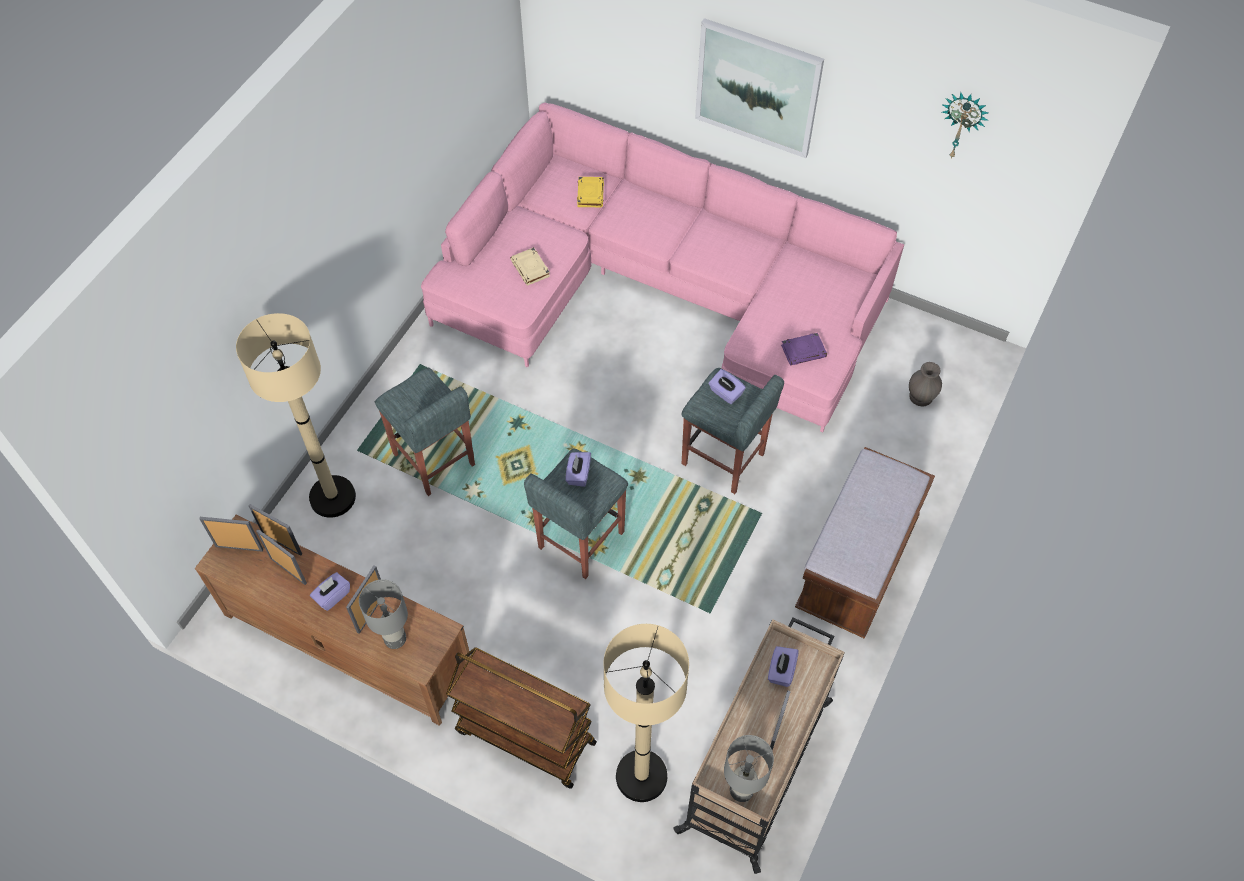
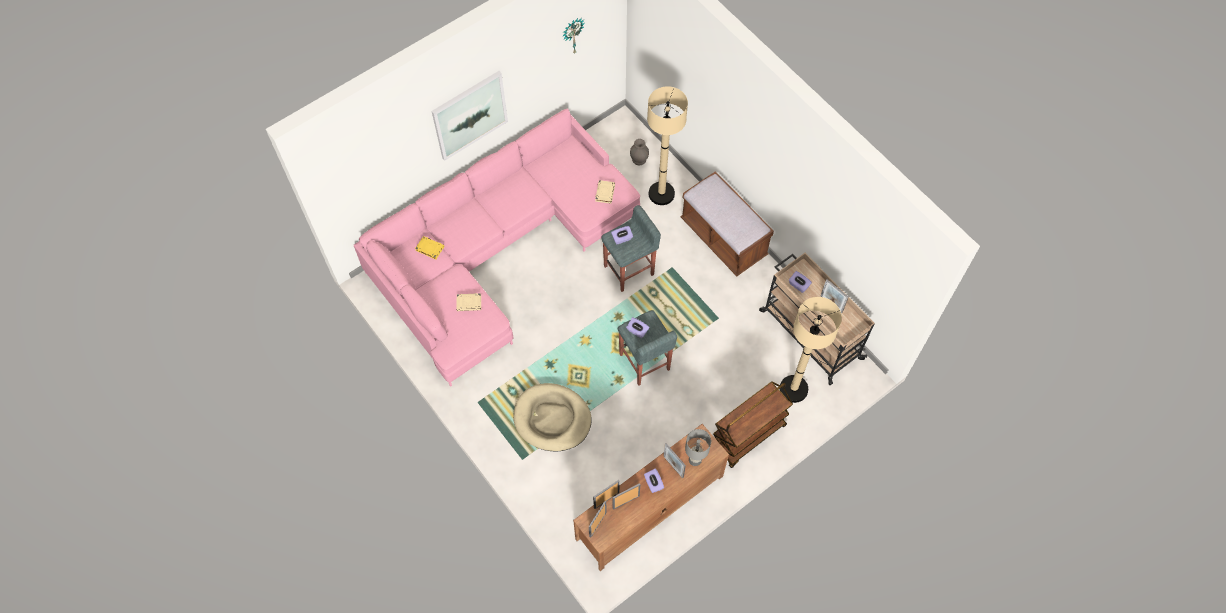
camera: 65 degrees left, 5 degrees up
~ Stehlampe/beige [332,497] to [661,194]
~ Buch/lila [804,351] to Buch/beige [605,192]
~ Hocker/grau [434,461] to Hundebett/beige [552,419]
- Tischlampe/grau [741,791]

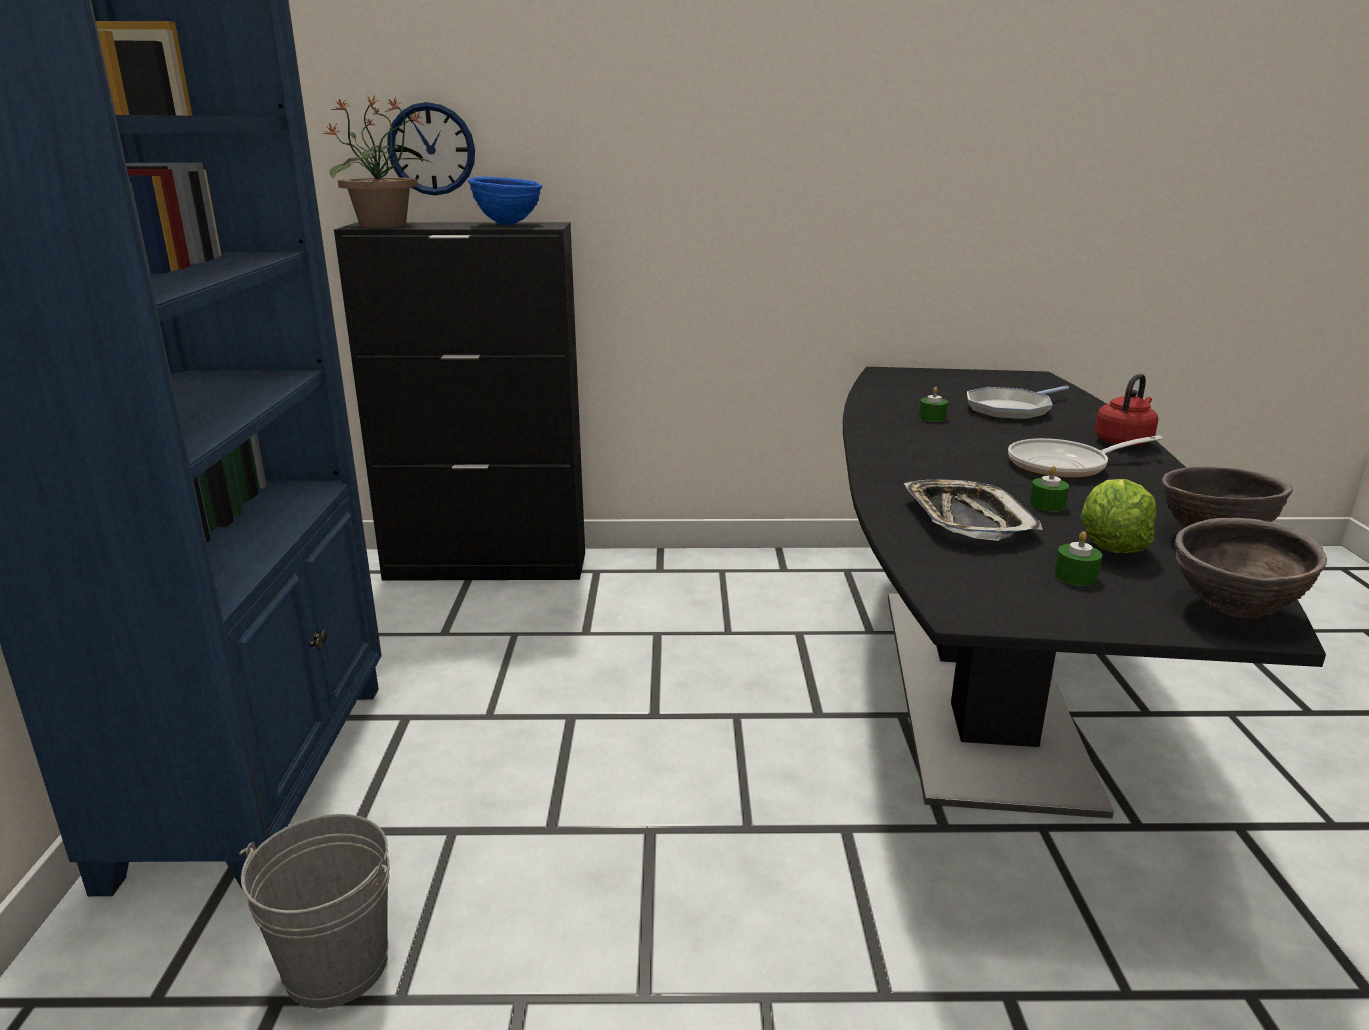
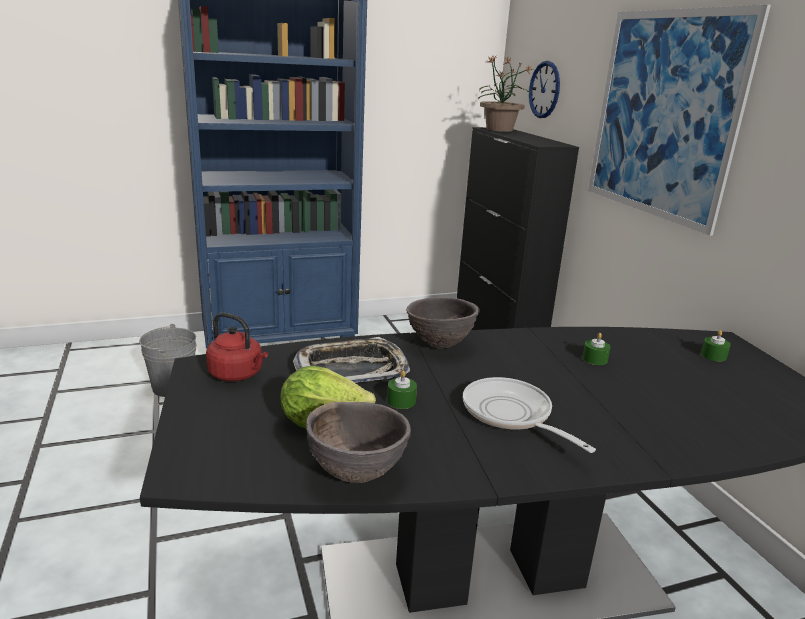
camera: 70 degrees right, 0 degrees up
- Schüssel/blau [508,224]
~ Wasserkessel/rot [1124,441] to [238,374]
- Pfanne [1011,409]
~ Schüssel/braun [1232,612] to [439,345]
~ Kerze/grün [1075,576] to [713,356]
+ Bild [663,115]

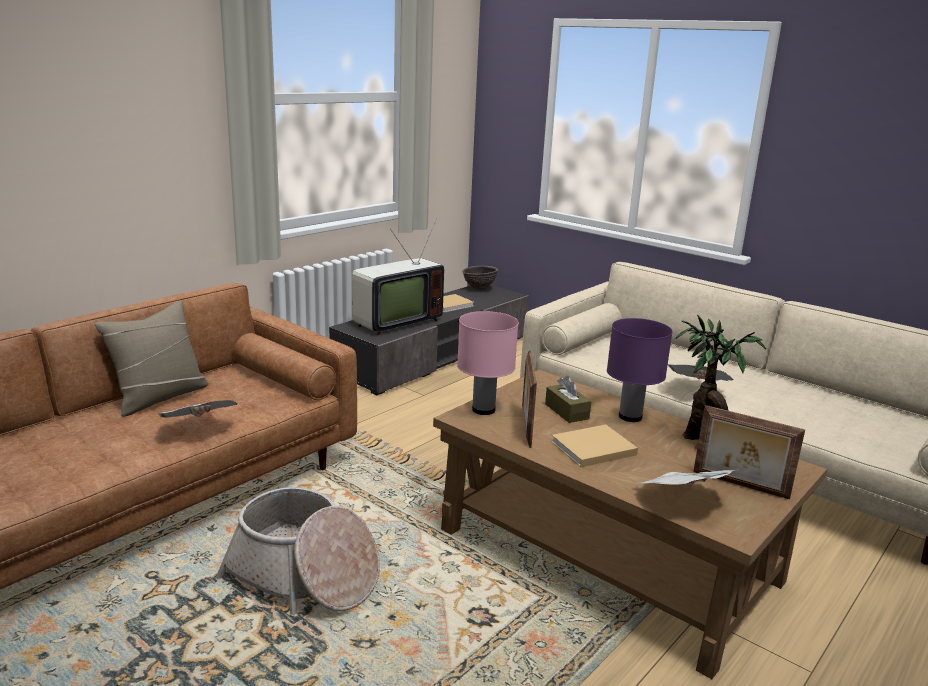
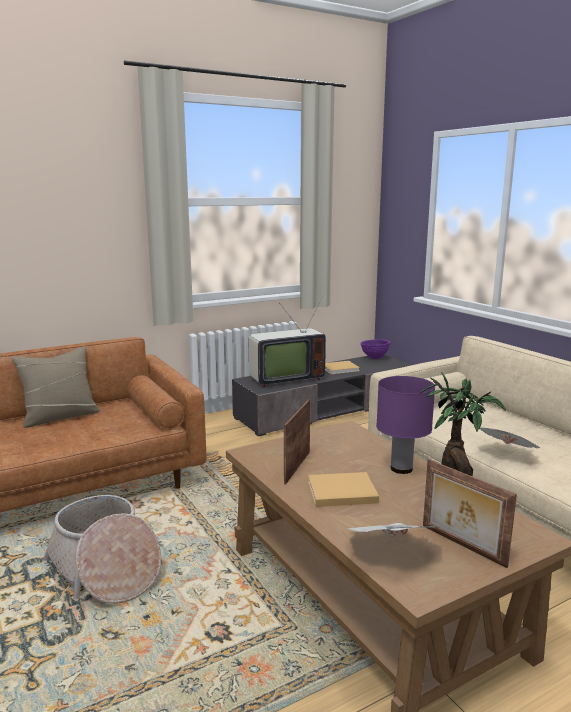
camera: 20 degrees right, 5 degrees down
~ Schüssel/braun [479,289] to Schüssel/lila [374,358]
- Tischlampe/rosa [483,410]
- Taschentuchbox/braun [566,411]
- Zeitung [199,428]

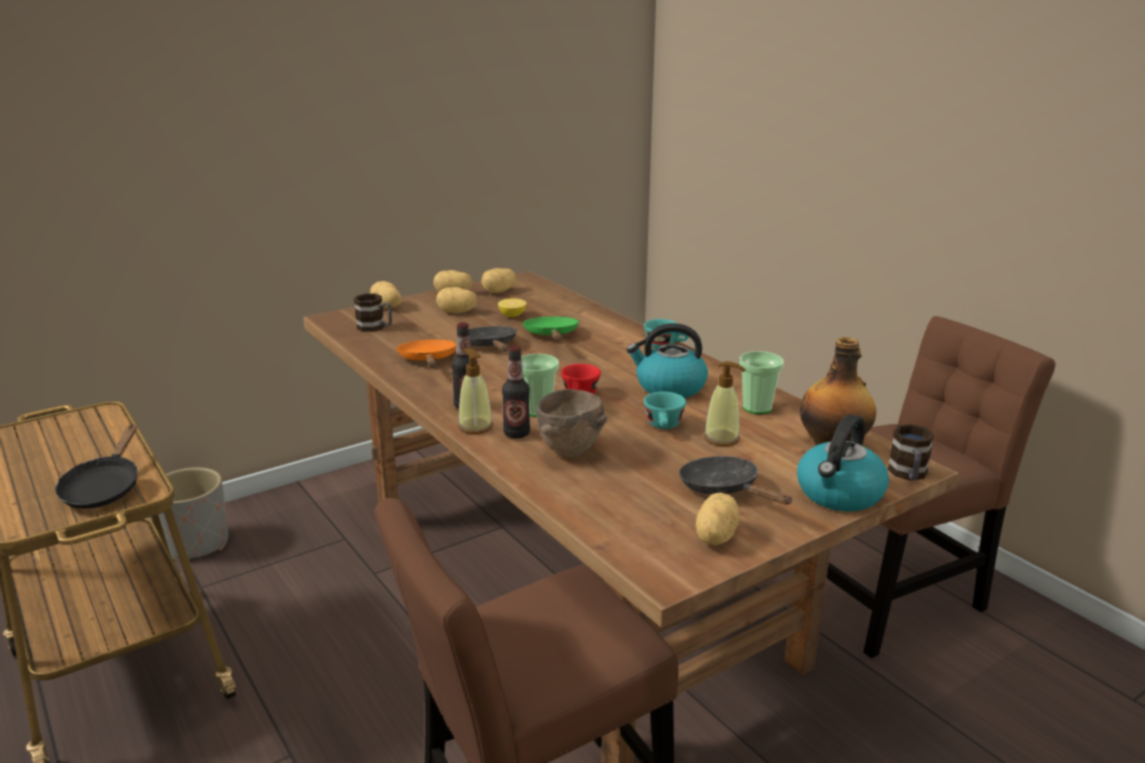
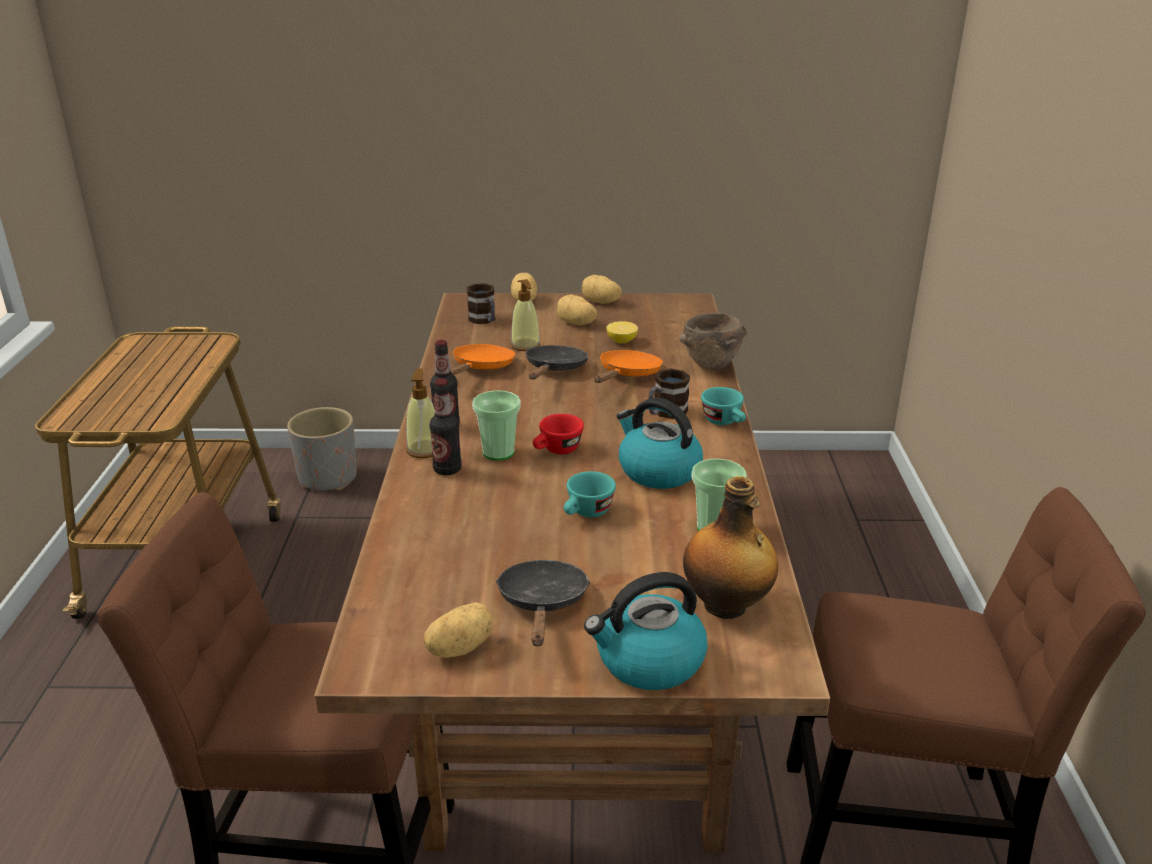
camera: 35 degrees right, 5 degrees up
- Kartoffel [499,292]
~ Pfanne/grün [552,335] to Pfanne/orange [627,374]
~ Seifenspender [722,439] to [525,346]
~ Schüssel/braun [570,452] to [711,366]
- Pfanne/schwarz [104,488]
~ Henkelbecher [908,475] to [665,413]

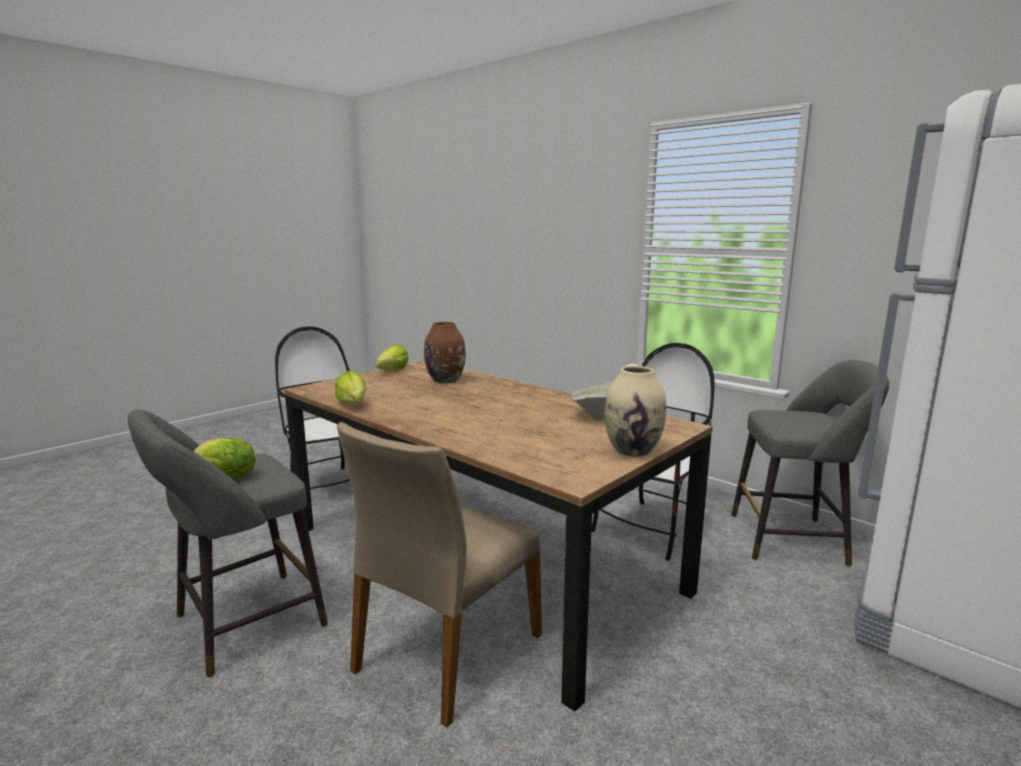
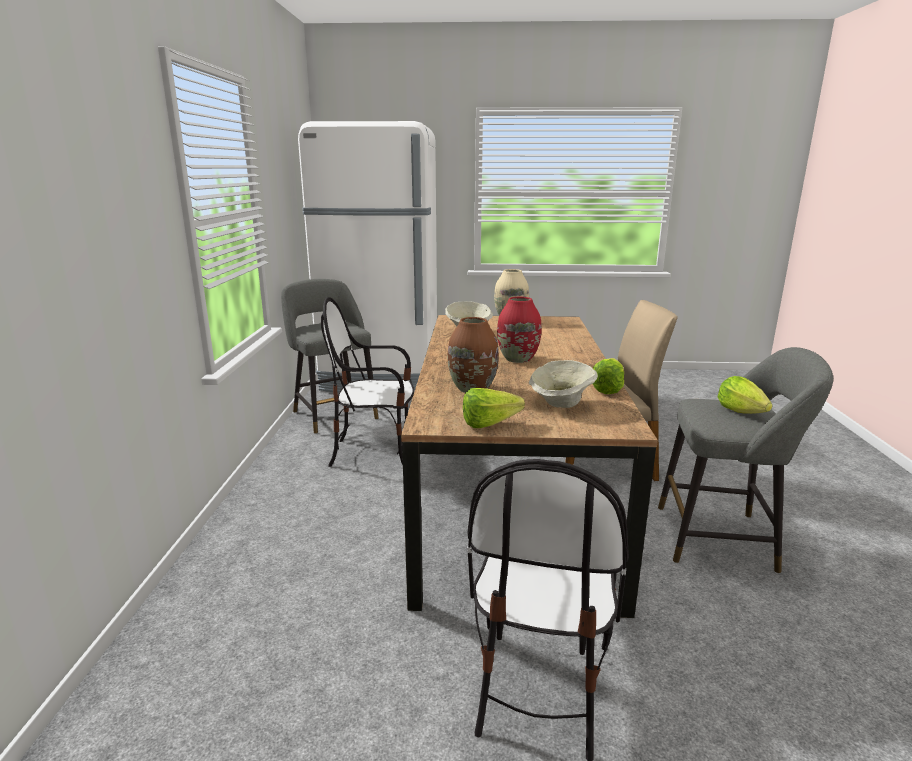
camera: 130 degrees left, 5 degrees up
+ Vase/rot [517,359]
+ Schüssel/beige [560,404]

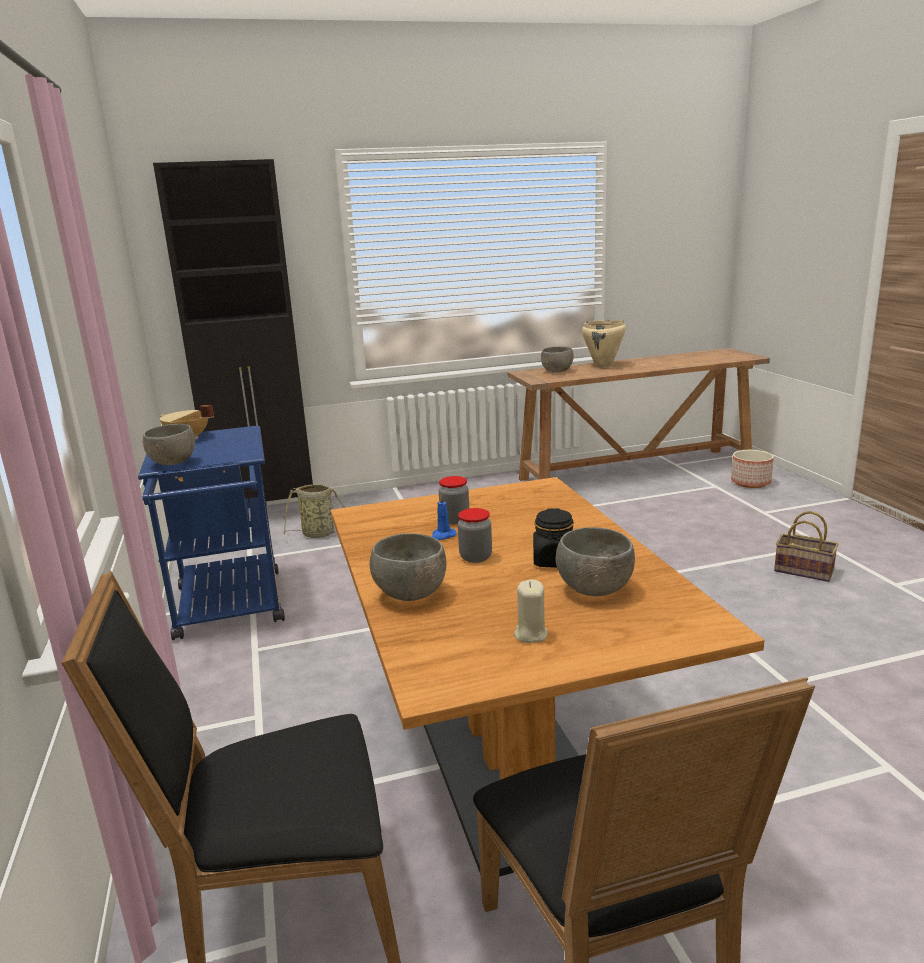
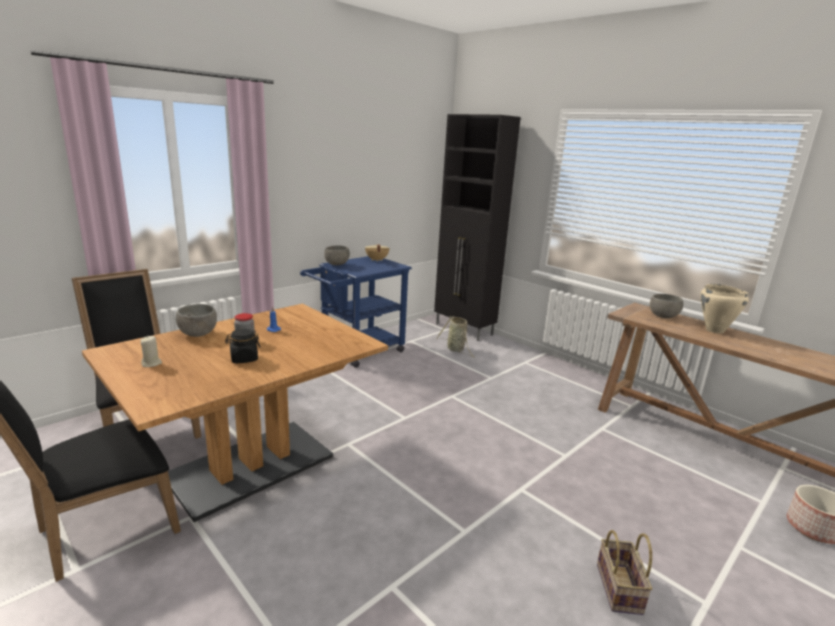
camera: 60 degrees right, 0 degrees up
- Vorratsglas [455,520]
- Schüssel/grau [594,590]

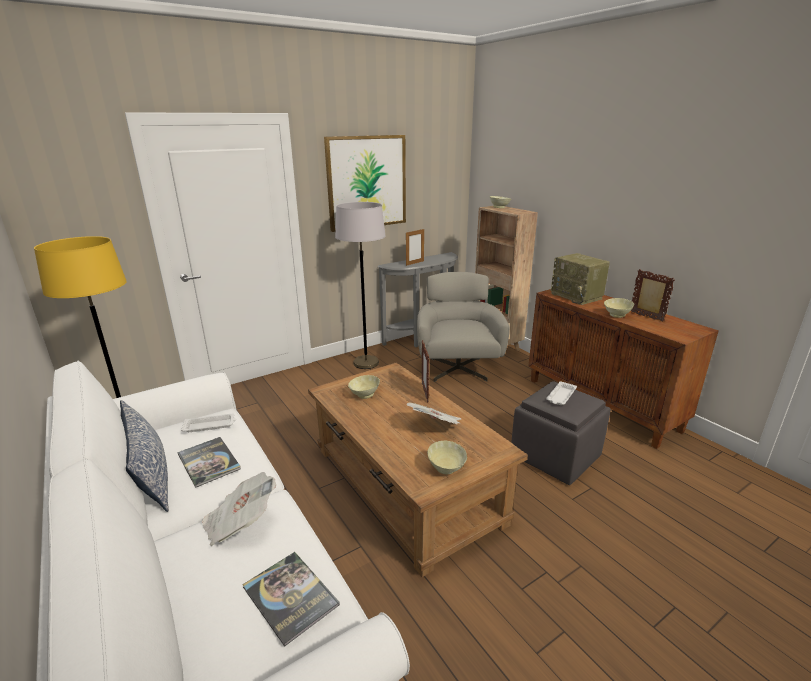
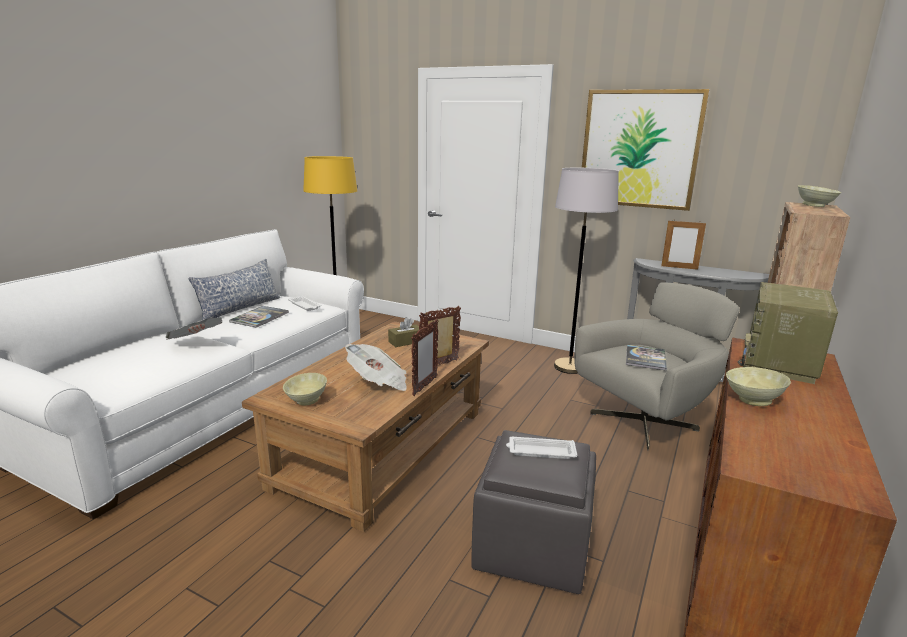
camera: 60 degrees right, 5 degrees down
~ Bilderrahmen [646,317] to [424,386]
~ Schüssel/beige [364,395] to Taschentuchbox/braun [406,342]
~ Buch [290,596] to [645,358]

